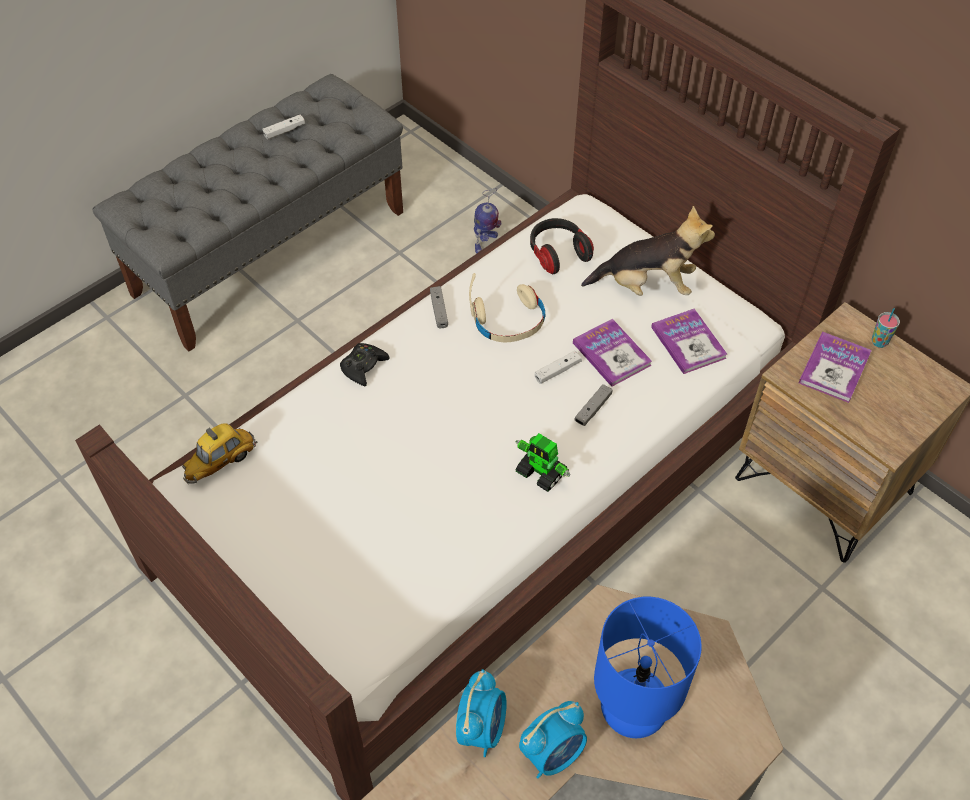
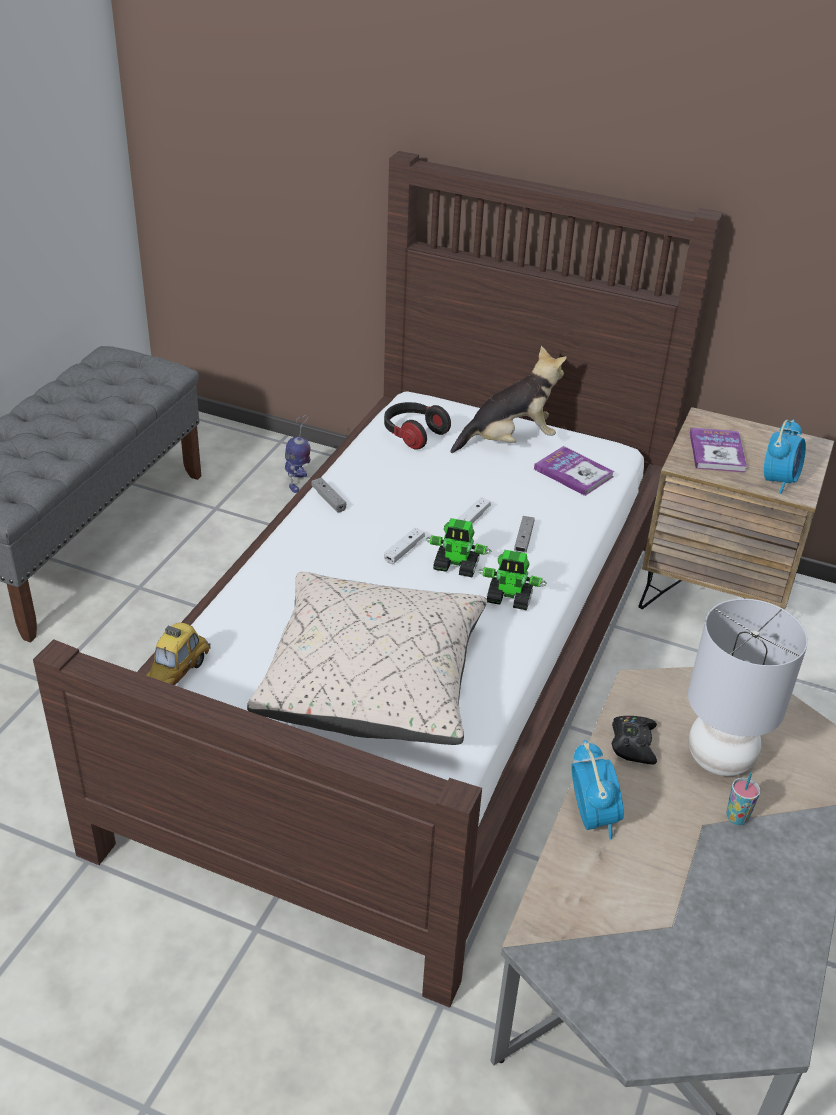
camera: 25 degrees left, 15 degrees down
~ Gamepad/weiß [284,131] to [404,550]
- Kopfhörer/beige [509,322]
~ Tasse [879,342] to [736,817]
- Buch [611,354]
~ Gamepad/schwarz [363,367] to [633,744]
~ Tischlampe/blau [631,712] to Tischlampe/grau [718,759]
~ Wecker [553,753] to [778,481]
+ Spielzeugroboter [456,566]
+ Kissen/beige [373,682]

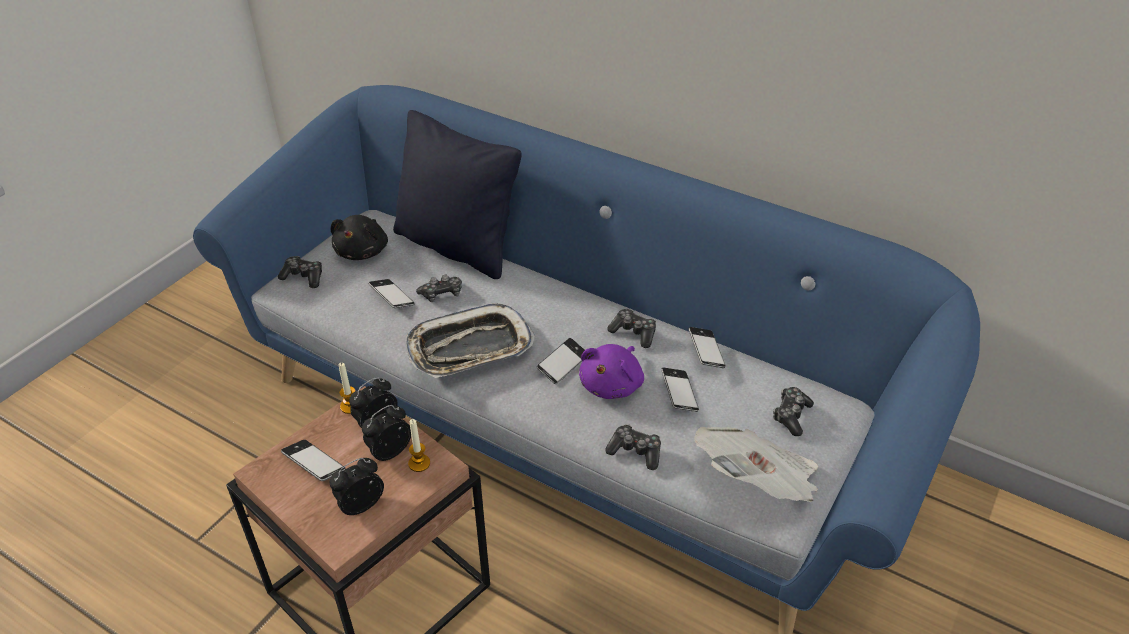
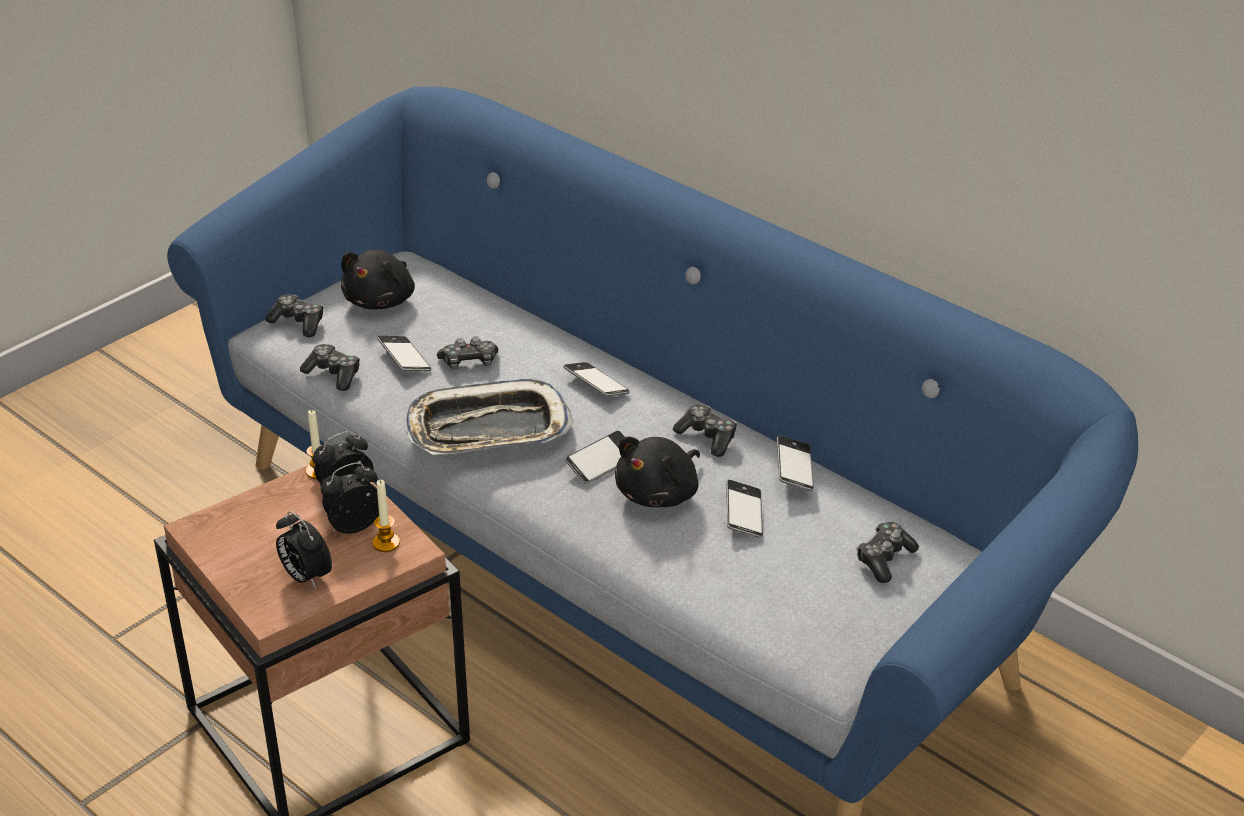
camera: 10 degrees right, 5 degrees down
- Kissen/schwarz [457,246]
~ Plüschtier/lila [612,384] to Plüschtier/schwarz [660,494]
~ Gamepad [635,452] to [333,374]
- Zeitung [757,483]
~ Handy [314,464] to [596,384]
~ Wecker [360,504] = [305,577] 105 degrees counterclockwise

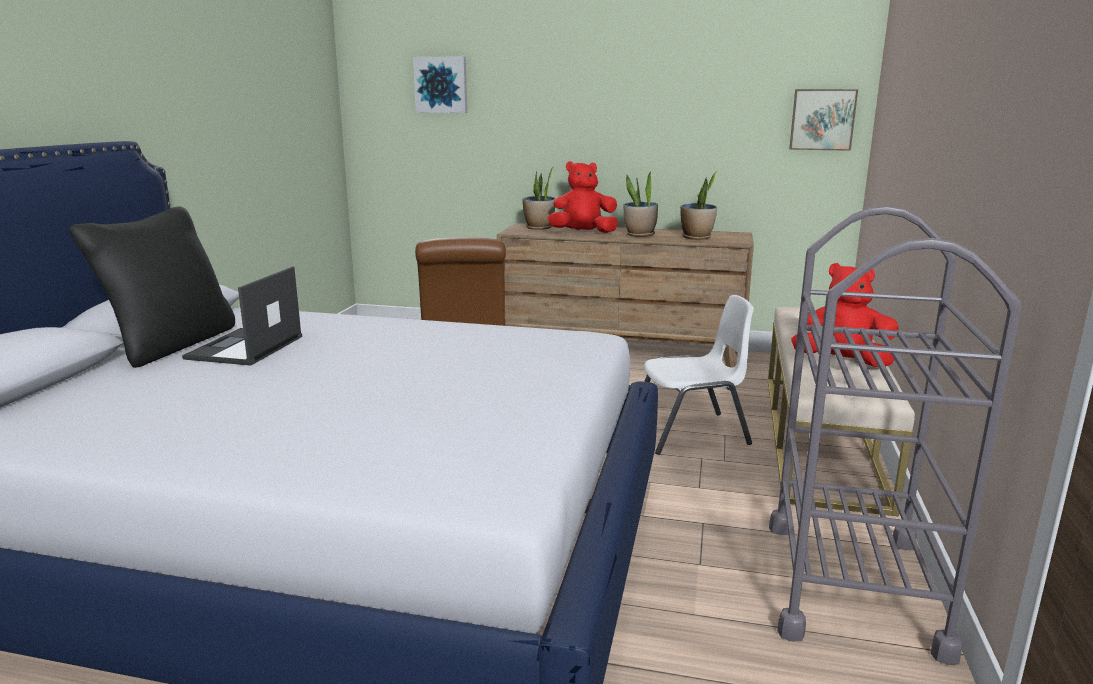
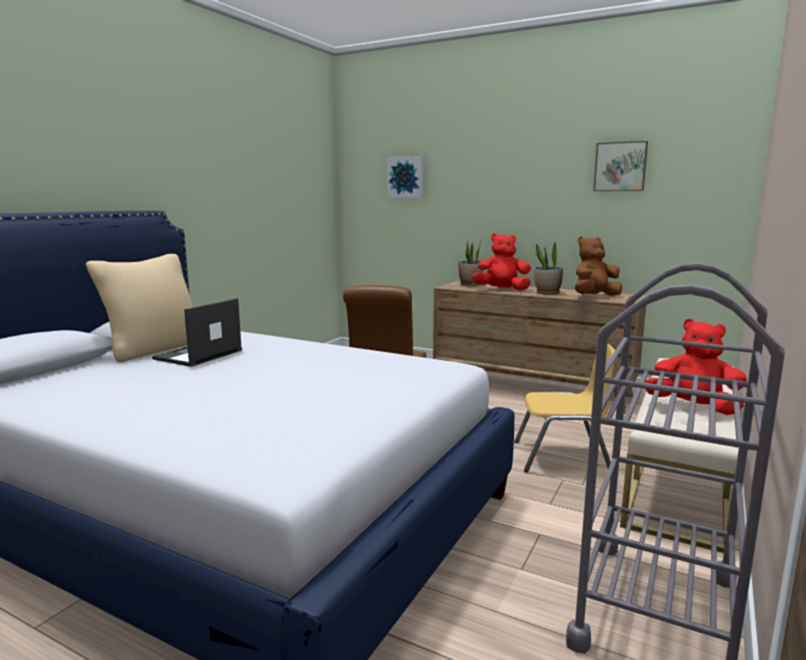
camera: 15 degrees right, 5 degrees down
~ Bild [822,119] to [620,166]
~ Topfpflanze [697,237] to Plüschtier/braun [594,296]
~ Kissen/schwarz [171,344] to Kissen/beige [154,349]
~ Stuhl/weiß [690,433] to Stuhl/gelb [562,457]

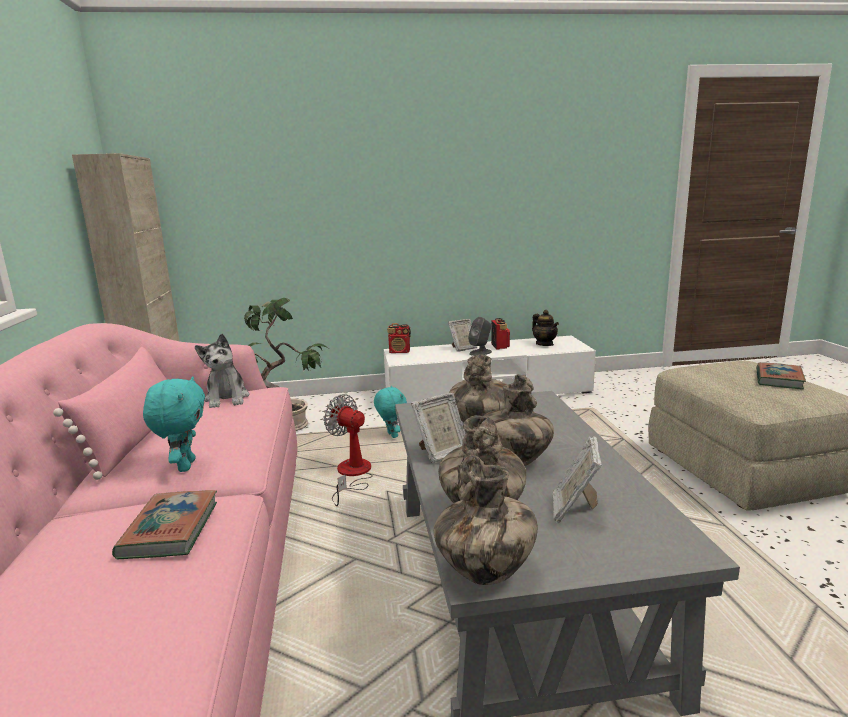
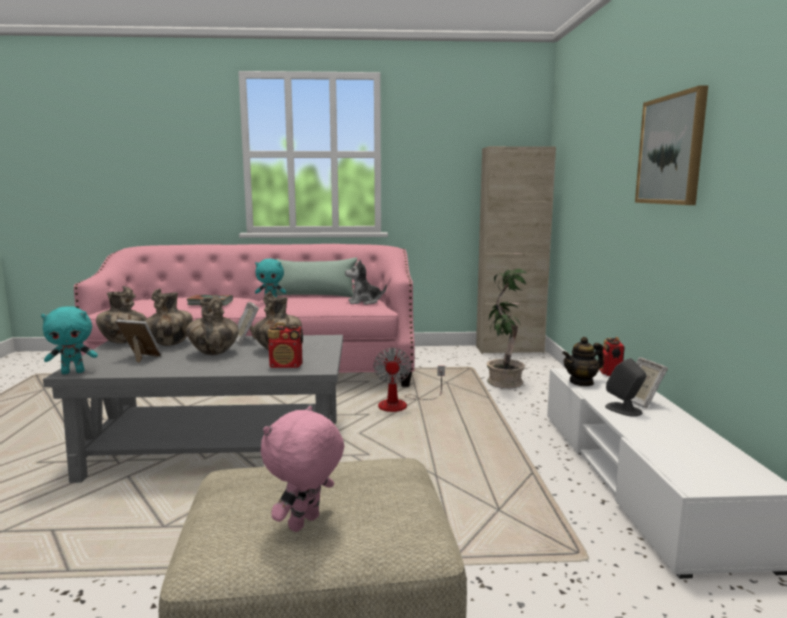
camera: 95 degrees right, 5 degrees down
~ Teekanne [544,344] to [581,382]
~ Radio [500,346] to [286,366]
~ Kissen/rosa [135,439] to Kissen/grün [315,296]
~ Buch [778,379] to Plüschtier/rosa [305,524]
~ Plüschtier/türkis [391,436] to [73,372]
~ Ventilator [352,475] = [401,404] 135 degrees clockwise
+ Bild [671,150]

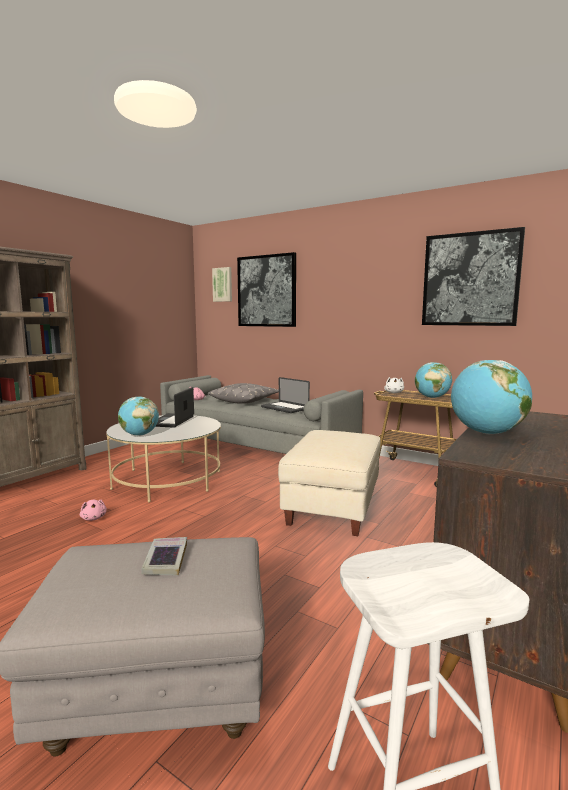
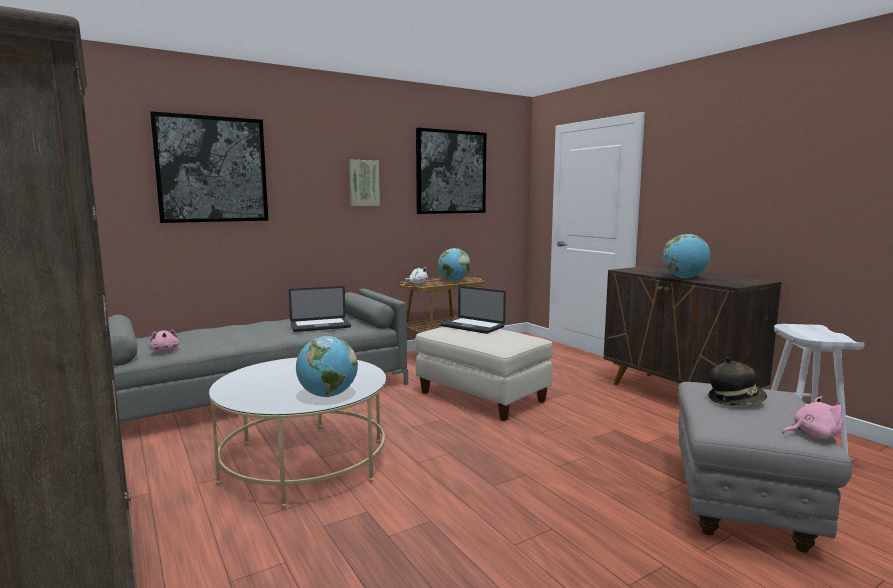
camera: 65 degrees left, 0 degrees up
~ Bild [223,284] to [363,183]
- Kissen/grau [245,400]
~ Laptop [171,421] to [472,326]
~ Plüschtier/rosa [94,518] to [813,435]
~ Buch [165,560] to Hut [735,401]

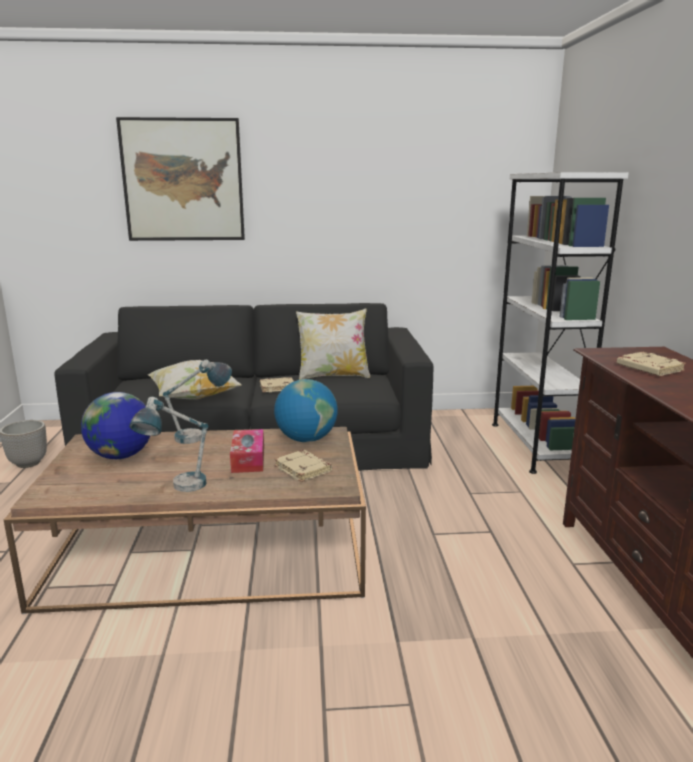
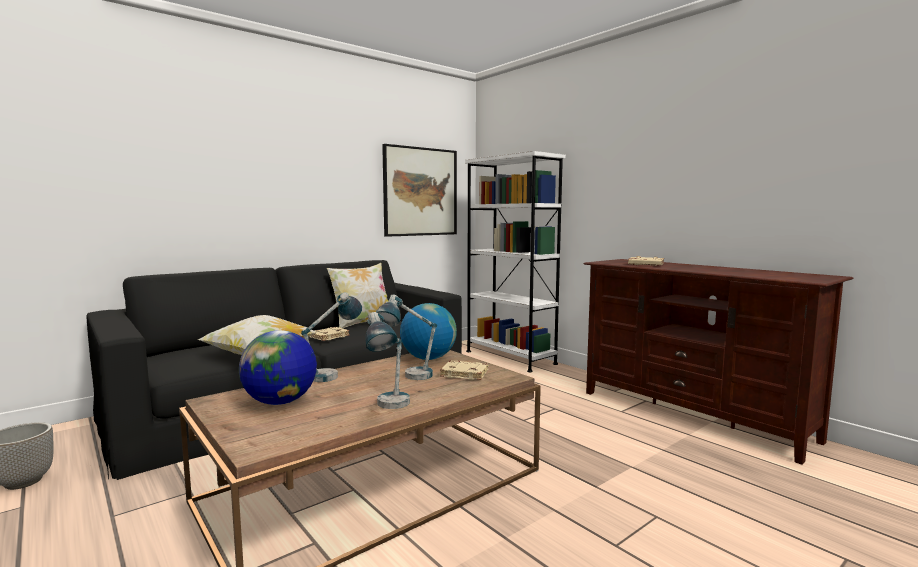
camera: 35 degrees left, 10 degrees down
~ Bild [183,180] to [420,192]
~ Taschentuchbox [248,459] to Tischlampe [408,378]

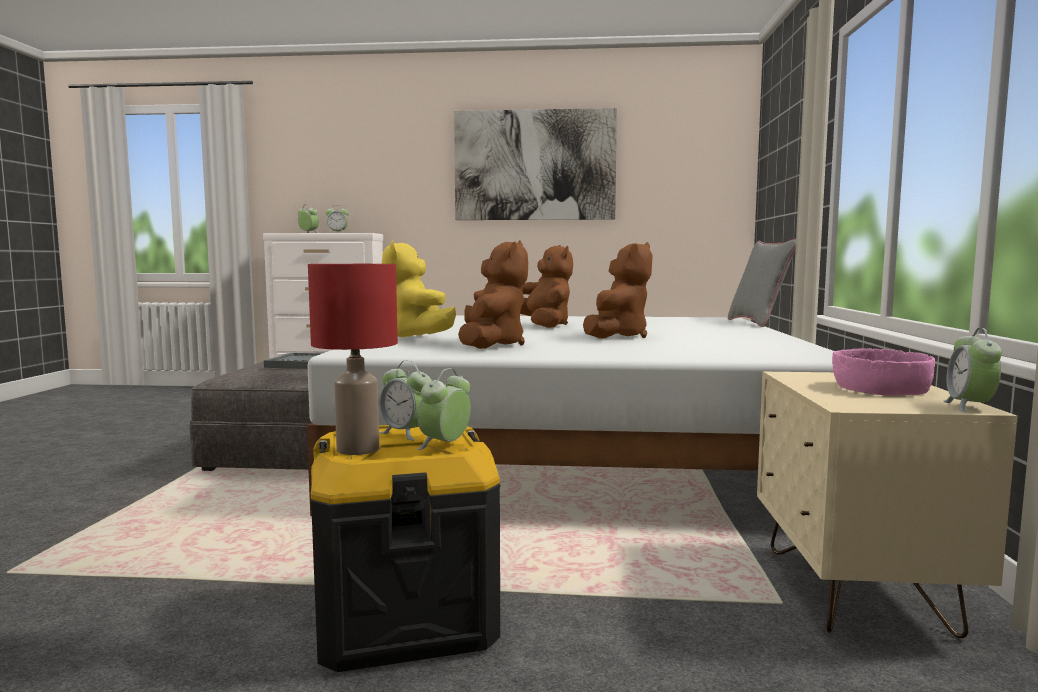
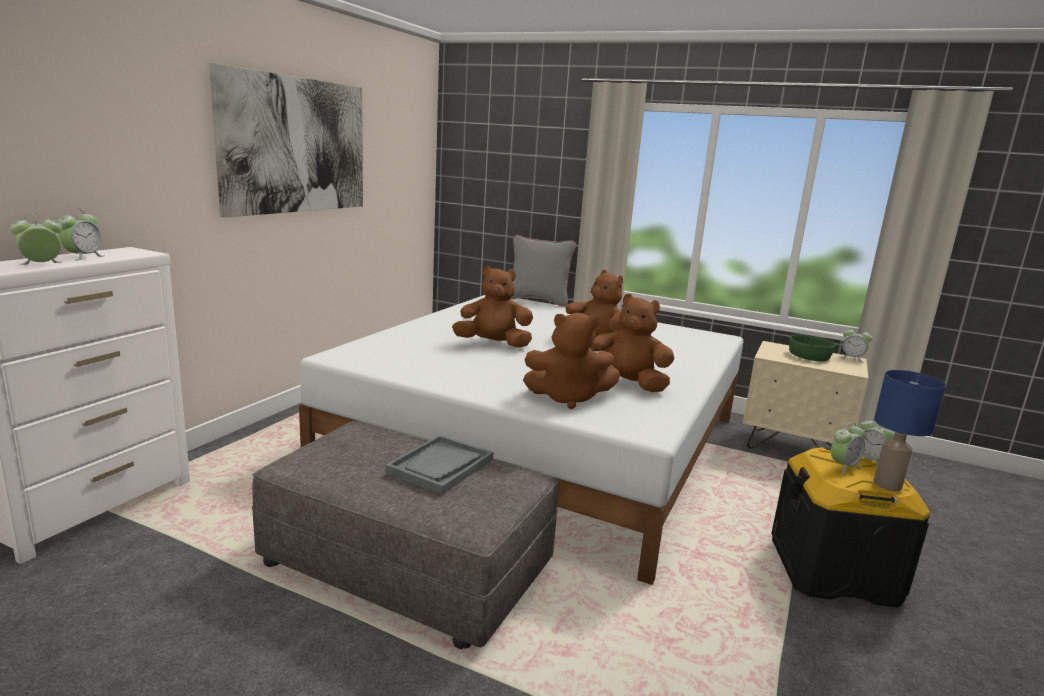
camera: 70 degrees left, 10 degrees up
~ Plüschtier/gelb [418,339] to Plüschtier/braun [568,398]
~ Tischlampe/rot [356,449] to Tischlampe/blau [888,485]
~ Schüssel/rosa [879,388] to Schüssel/grün [809,356]

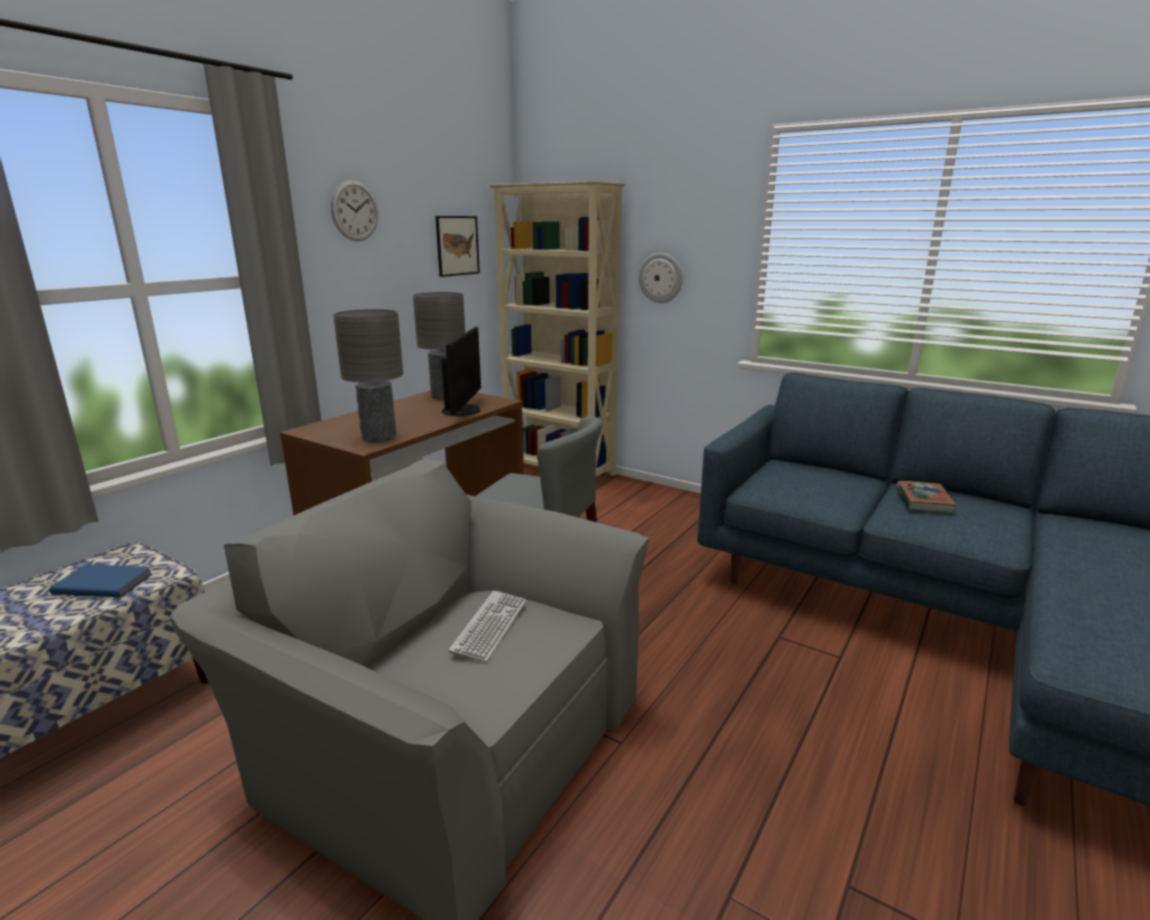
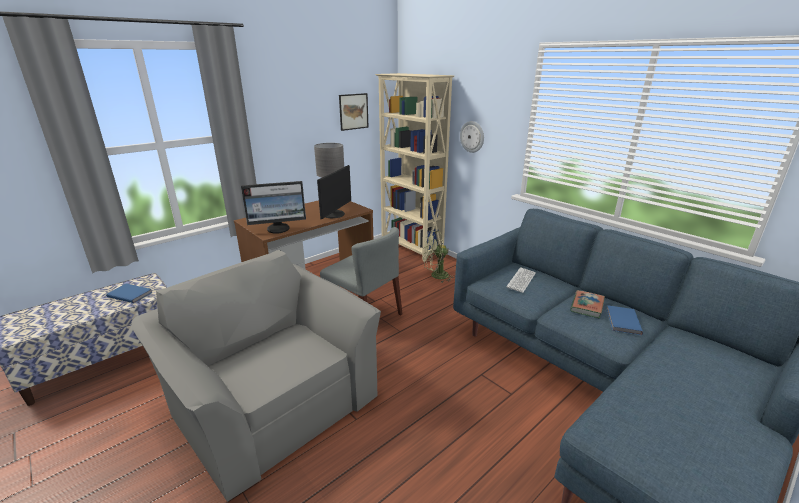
camera: 15 degrees right, 5 degrees up
- Wanduhr [354,211]
~ Tischlampe/grau [379,437] to Monitor [278,229]
~ Tastatur [490,626] to [521,280]
+ Ventilator/grün [436,276]
+ Buch/blau [622,321]

